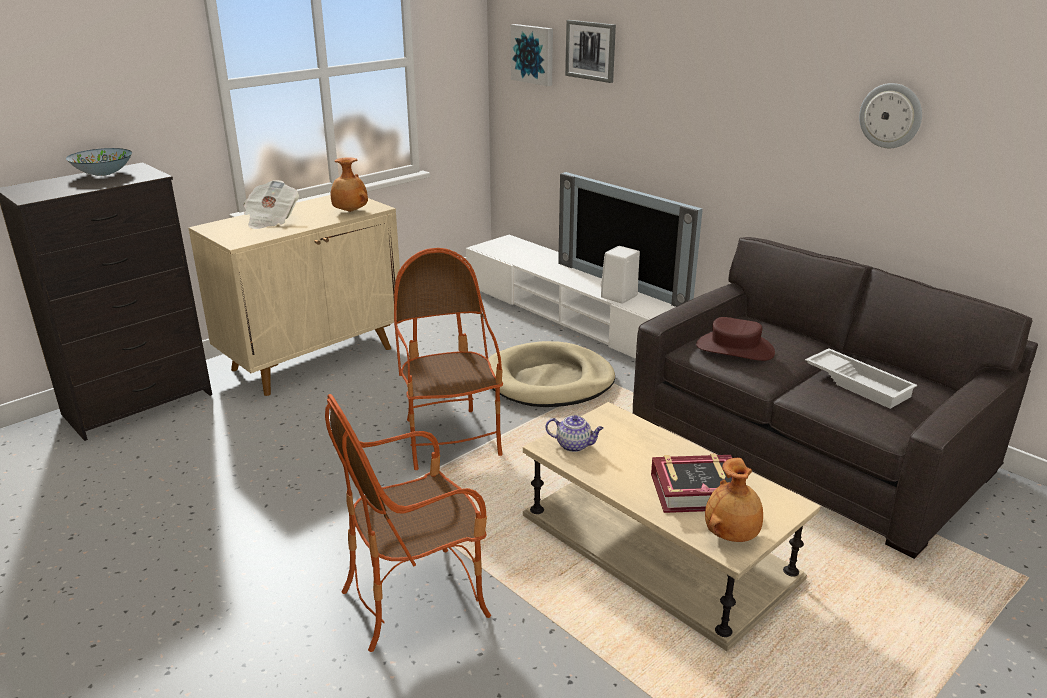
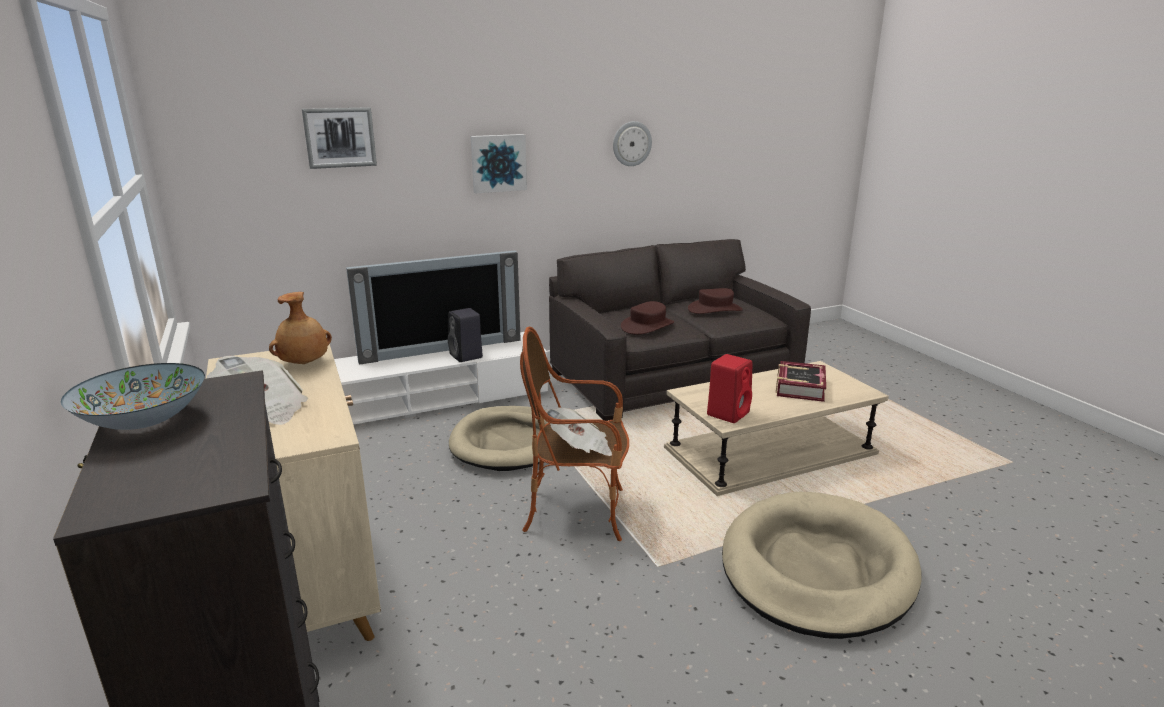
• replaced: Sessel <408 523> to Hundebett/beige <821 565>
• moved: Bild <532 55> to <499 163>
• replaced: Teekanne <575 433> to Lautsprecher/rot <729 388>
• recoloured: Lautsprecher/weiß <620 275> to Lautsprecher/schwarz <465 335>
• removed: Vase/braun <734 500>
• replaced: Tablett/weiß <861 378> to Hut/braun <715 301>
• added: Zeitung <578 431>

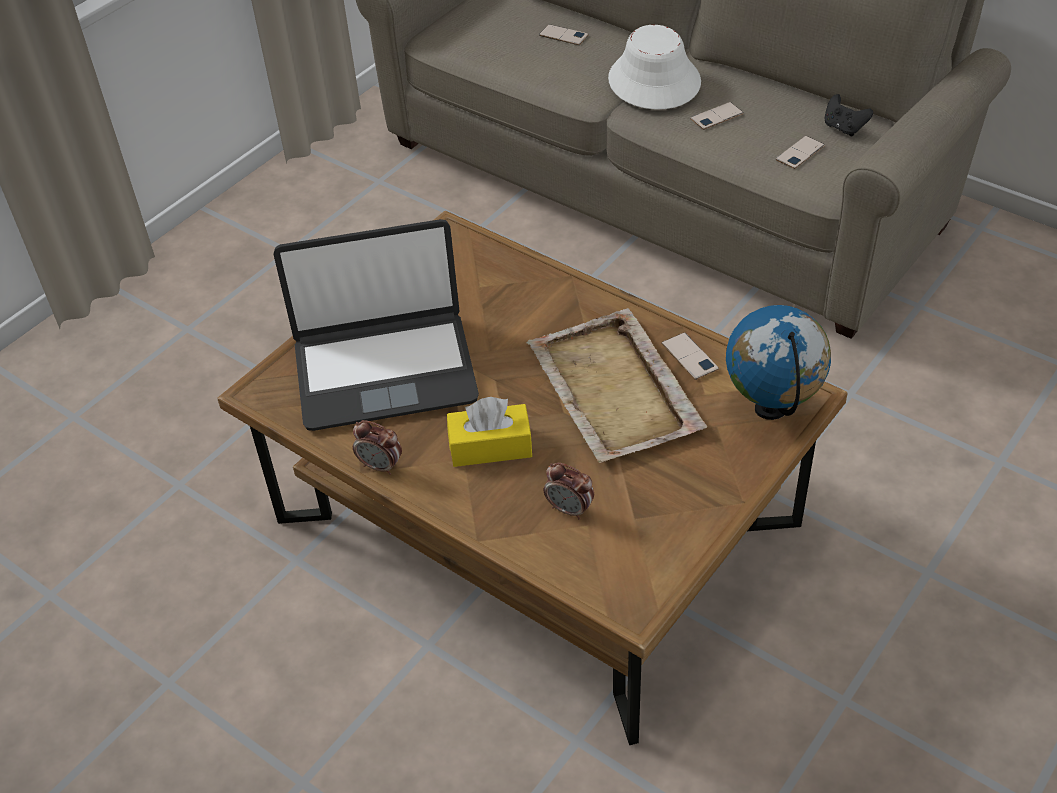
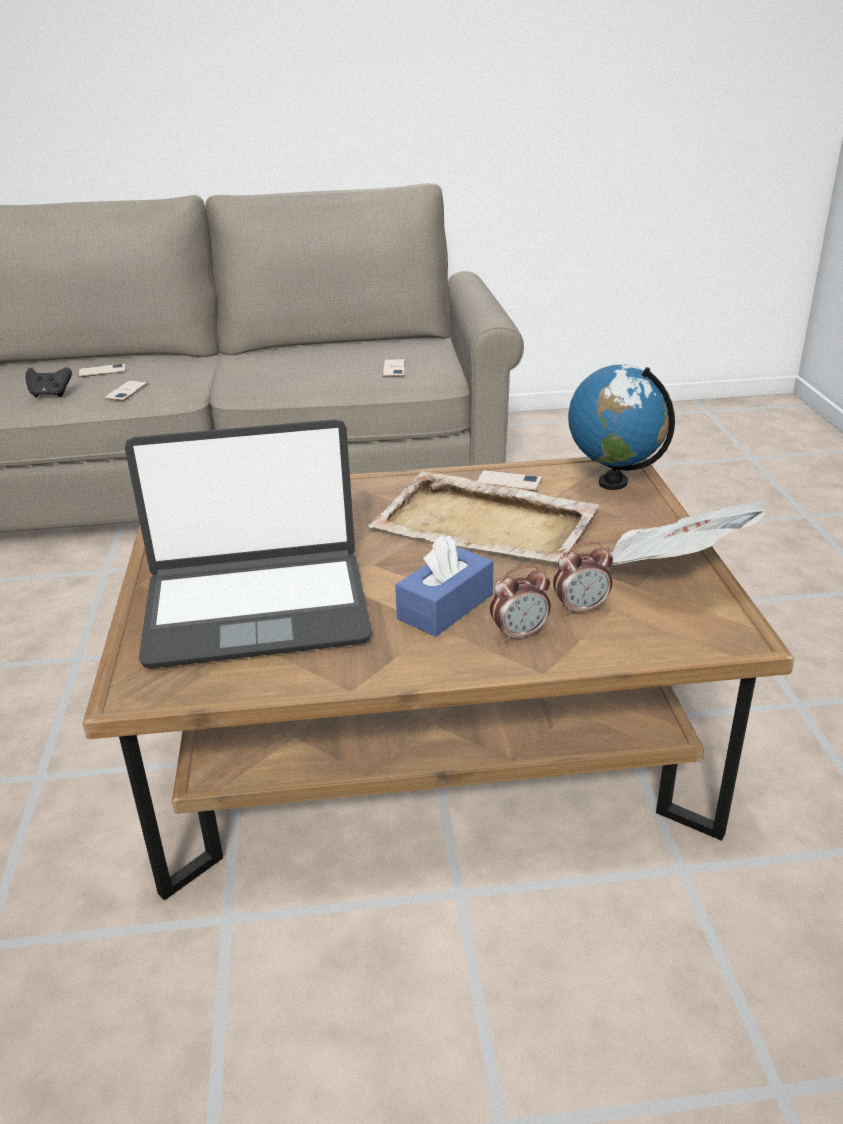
• turned: Laptop <376 325> = <248 544> 45 degrees clockwise
• moved: Wecker <377 447> to <520 604>
• recoloured: Taschentuchbox/gelb <489 432> to Taschentuchbox/blau <444 586>
• removed: Hut/weiß <654 67>
• moved: Handy <717 116> to <126 391>
• moved: Gamepad/schwarz <848 115> to <49 382>
• added: Zeitung <688 533>

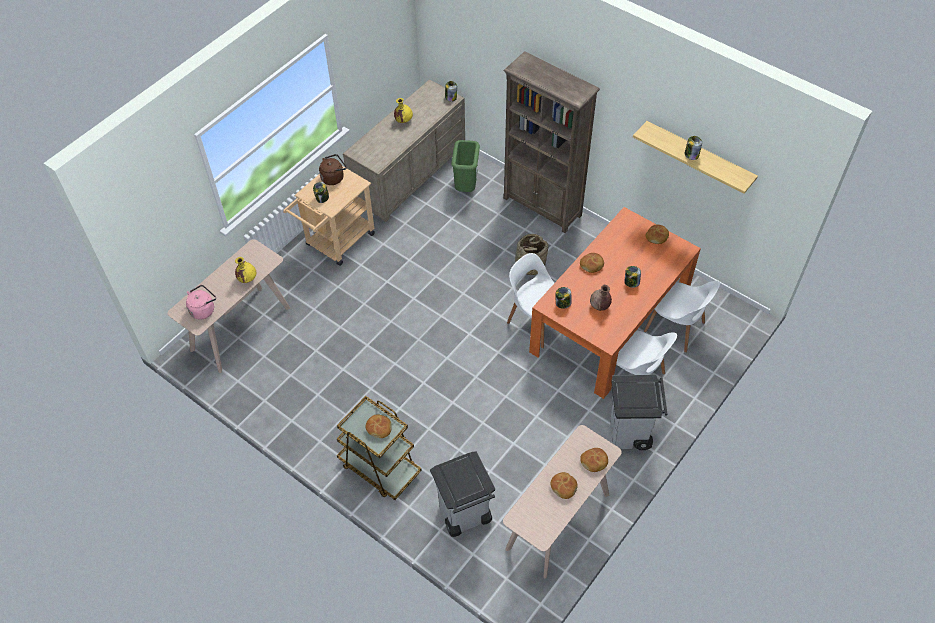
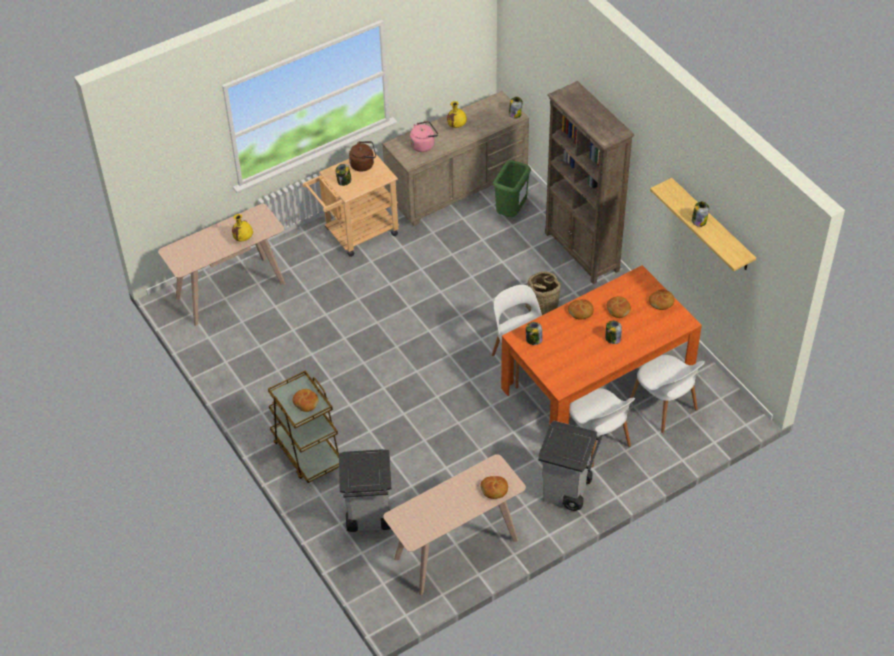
• moved: Wasserkessel/rosa <201 302> to <424 136>
• moved: Brot <564 485> to <619 307>
• removed: Vase/braun <601 298>

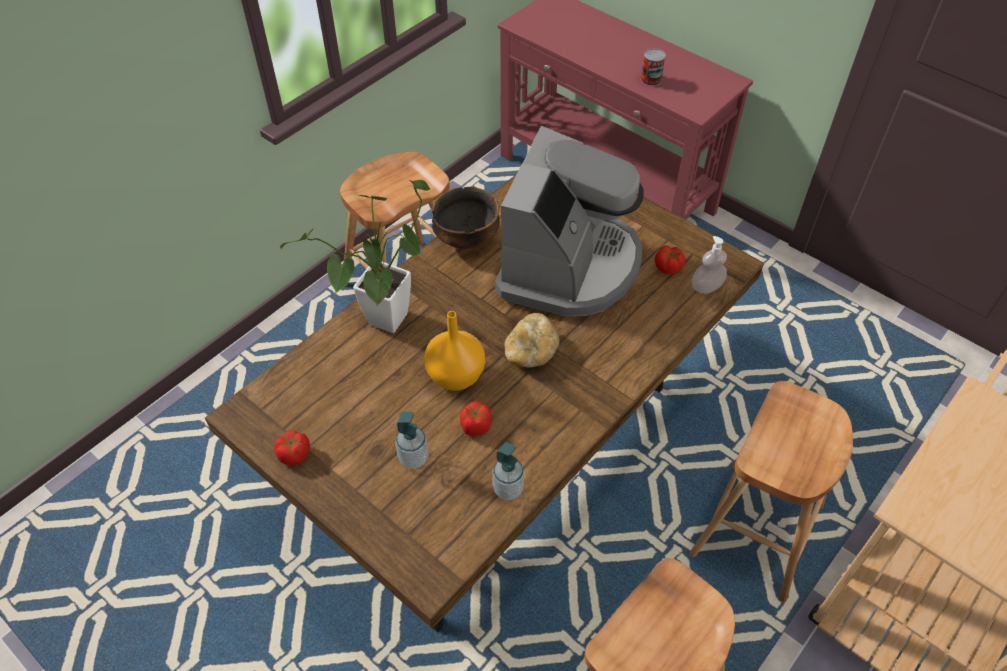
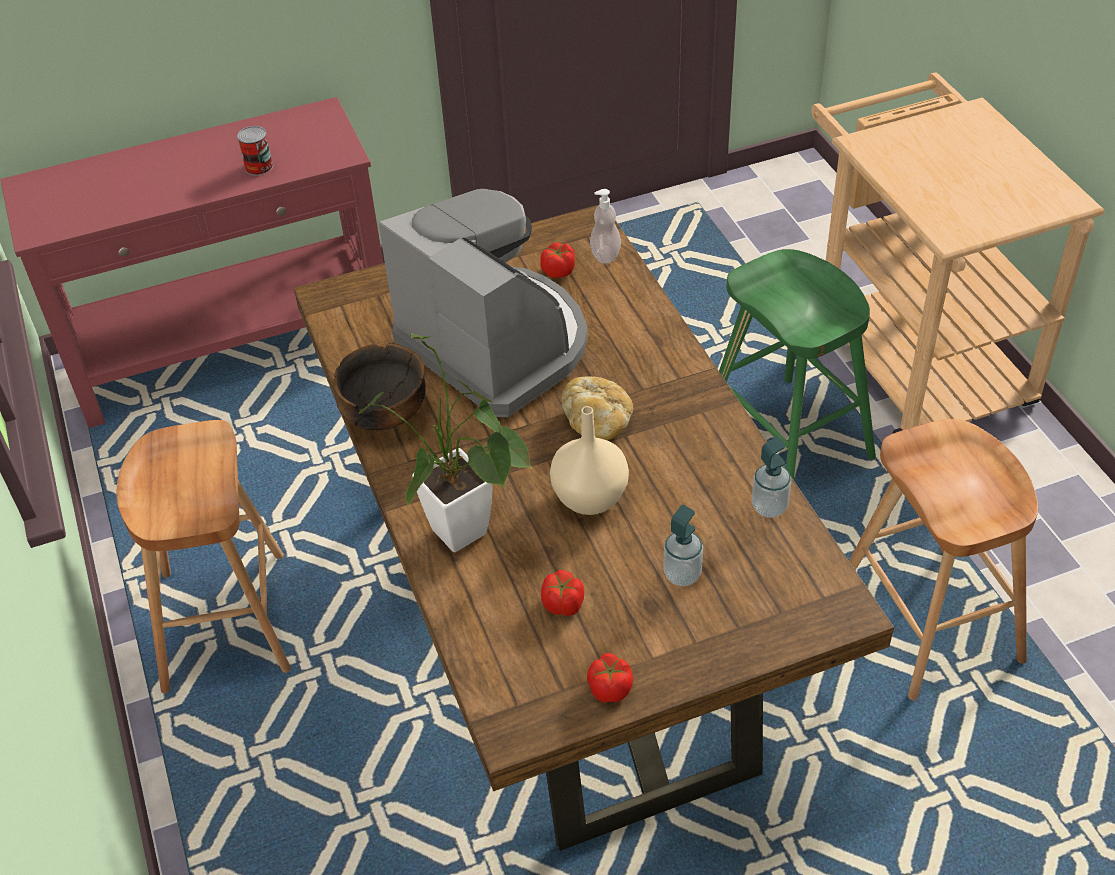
• recoloured: Vase/orange <454 351> to Vase/beige <589 460>
• moved: Tomate <476 418> to <562 593>
• recoloured: Hocker/braun <771 491> to Hocker/grün <797 364>

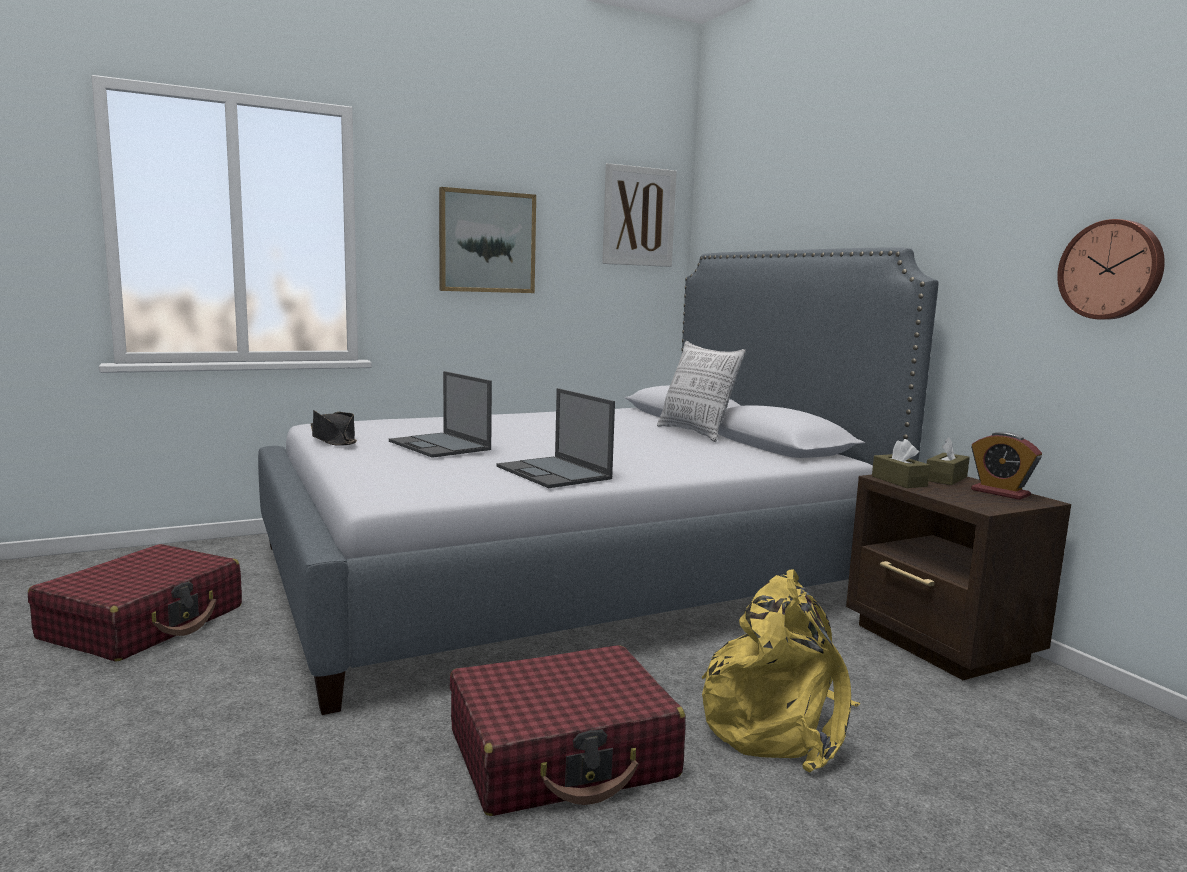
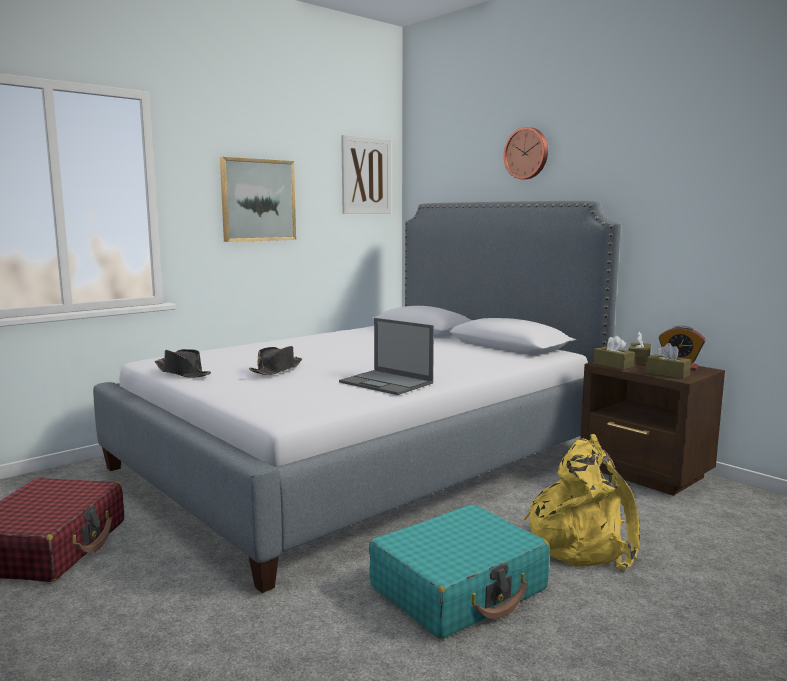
• replaced: Laptop <440 414> to Hut/schwarz <275 360>
• recoloured: Koffer/rot <568 730> to Koffer/türkis <459 572>
• removed: Kissen <701 391>
• moved: Wanduhr <1111 269> to <526 153>
• added: Taschentuchbox/braun <668 361>

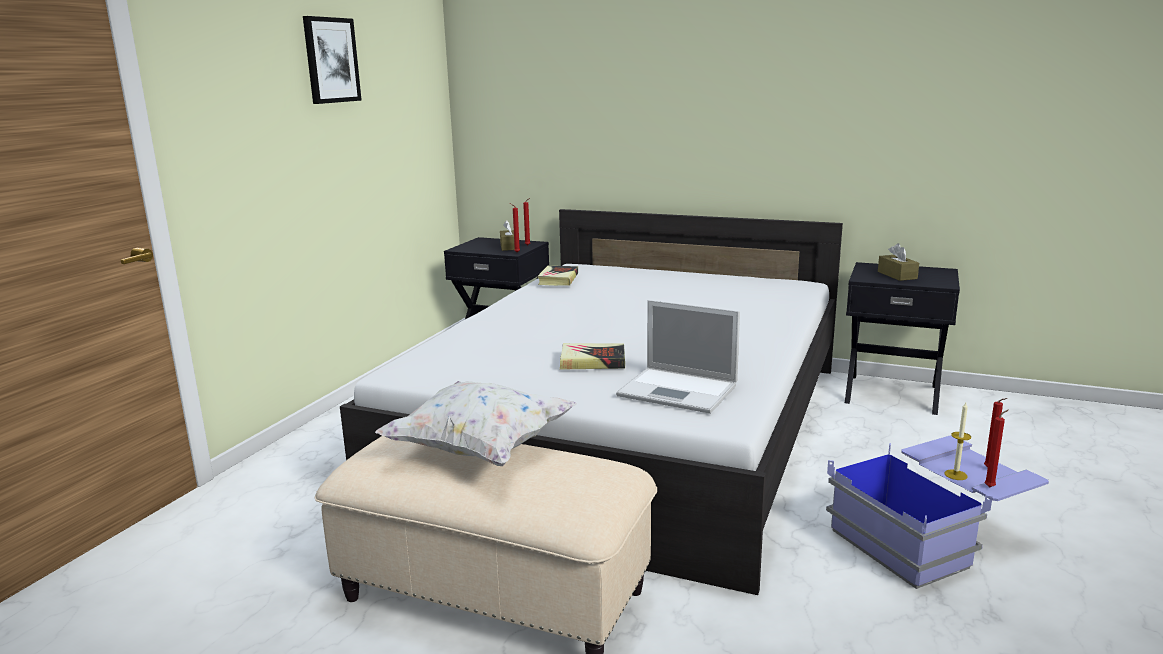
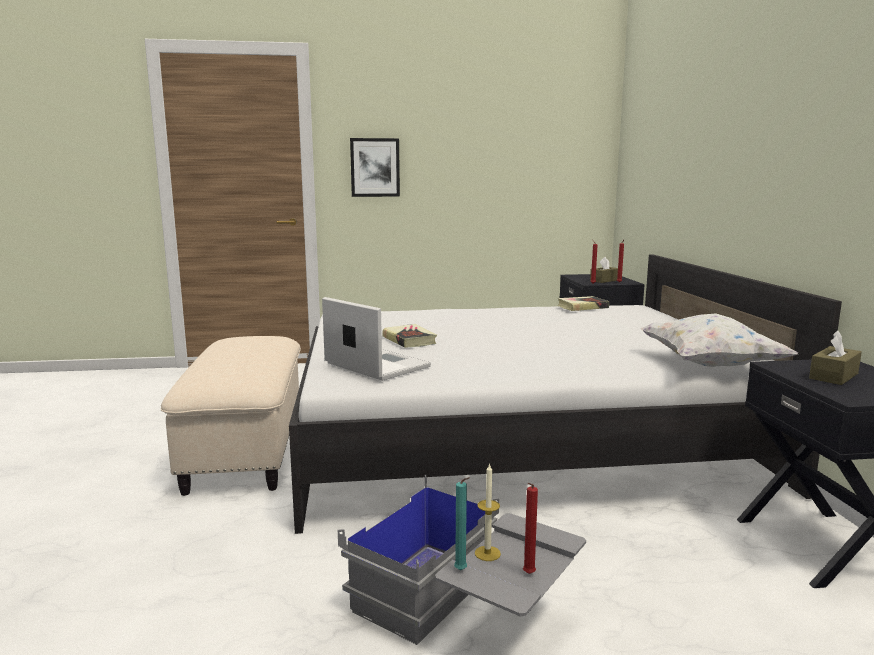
• moved: Bild <332 60> to <375 167>
• moved: Kissen/weiß <475 423> to <719 340>
• turned: Laptop <678 357> = <376 339> 135 degrees clockwise
• recoloured: Aufbewahrungsbox/blau <937 512> to Aufbewahrungsbox/grau <462 560>
• recoloured: Kerze/rot <996 448> to Kerze/türkis <462 523>

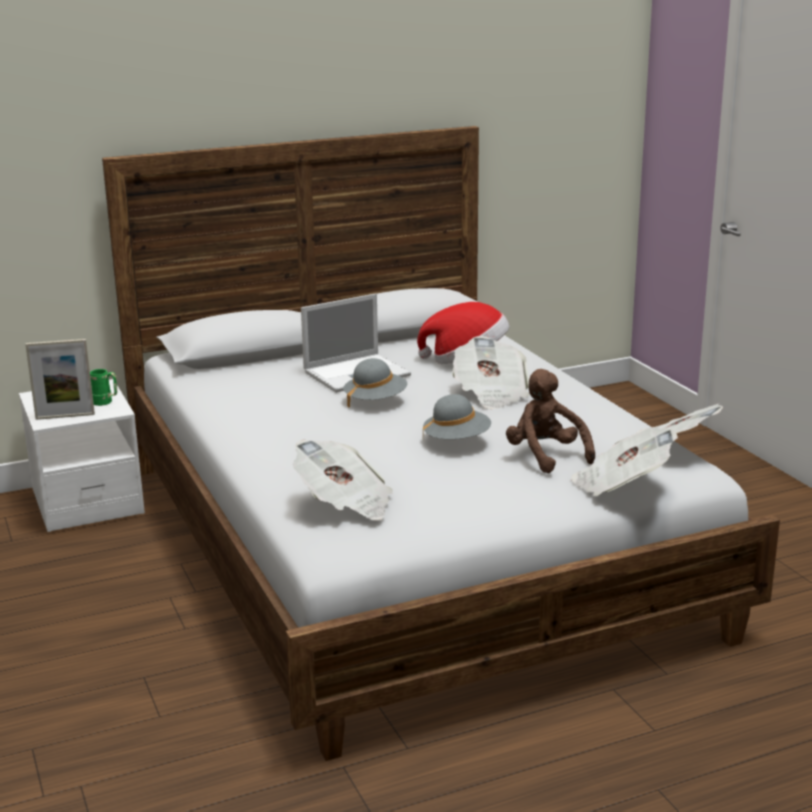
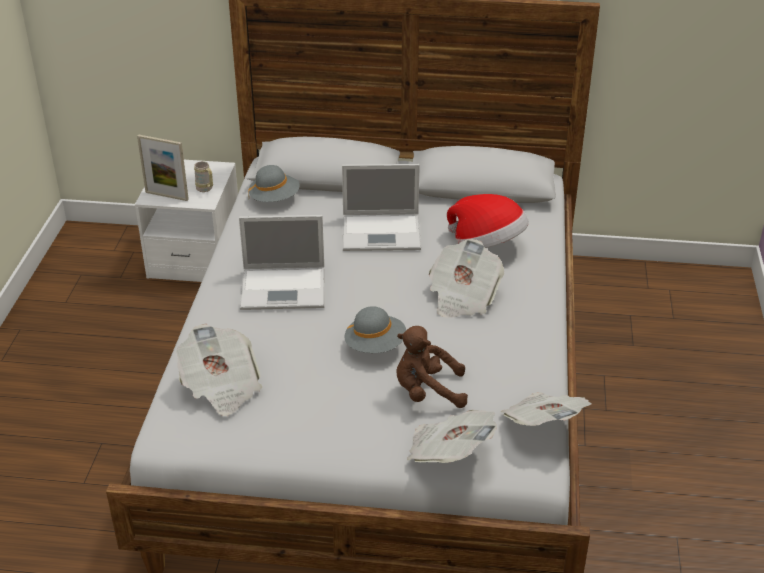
• recoloured: Henkelbecher/grün <103 387> to Henkelbecher/beige <203 176>
• moved: Hut/grau <375 383> to <274 183>
• turned: Plüschtier/braun <550 421> = <432 367> 90 degrees counterclockwise
• added: Laptop <281 262>

